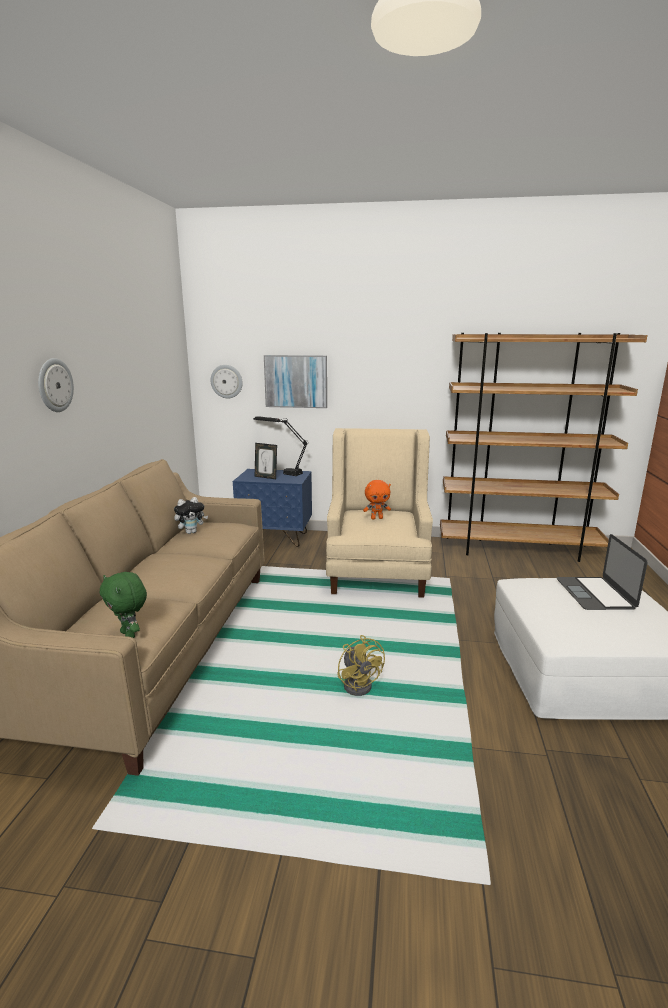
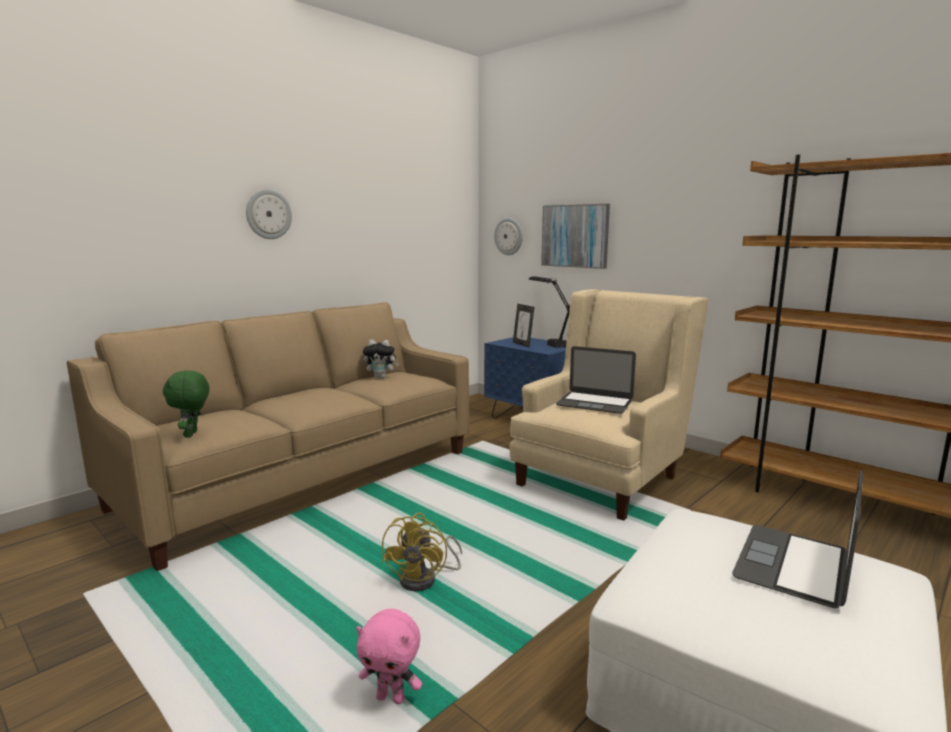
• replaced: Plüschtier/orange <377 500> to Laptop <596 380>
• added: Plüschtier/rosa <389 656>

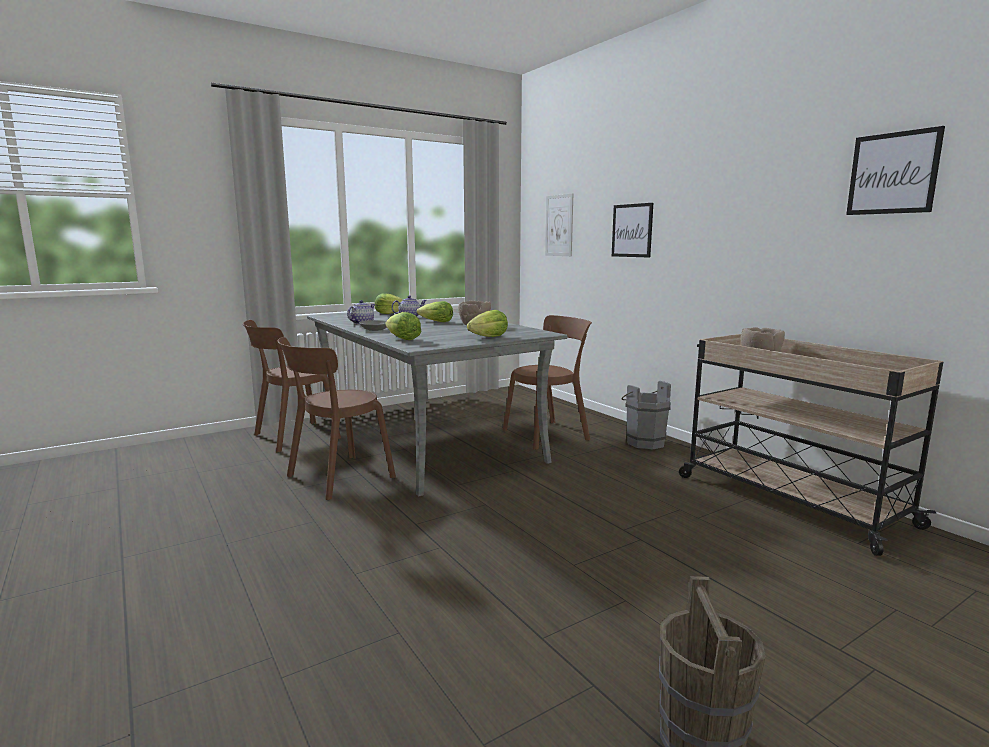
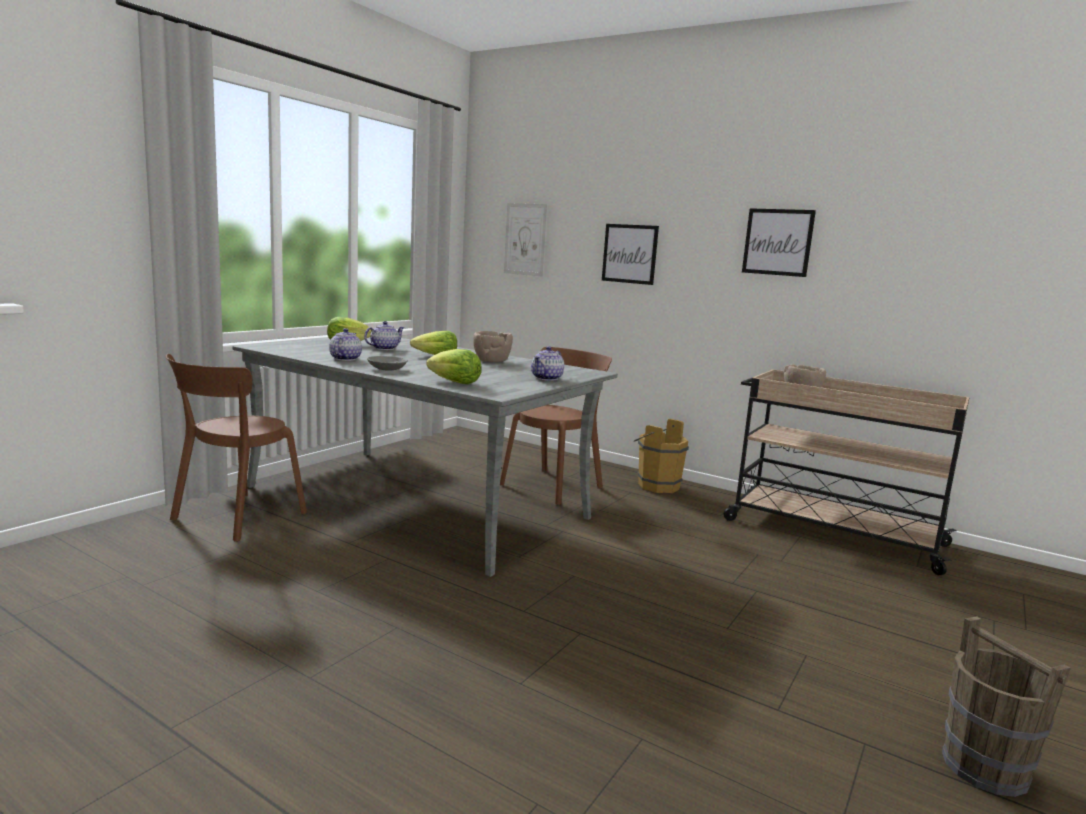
• removed: Stuhl/braun <337 418>
• replaced: Salatkopf <487 323> to Teekanne <547 363>
• recoloured: Eimer/grau <646 415> to Eimer/braun <661 456>
• moved: Bild <895 170> to <779 242>

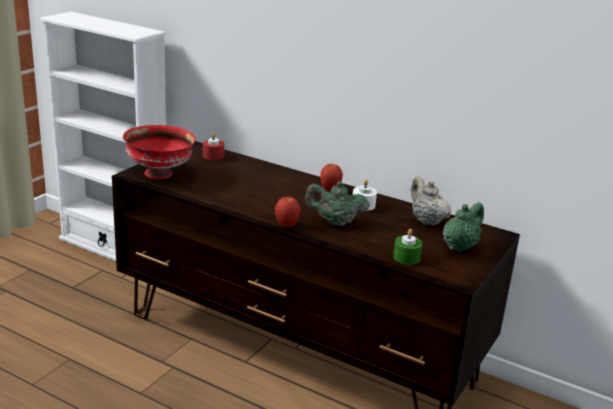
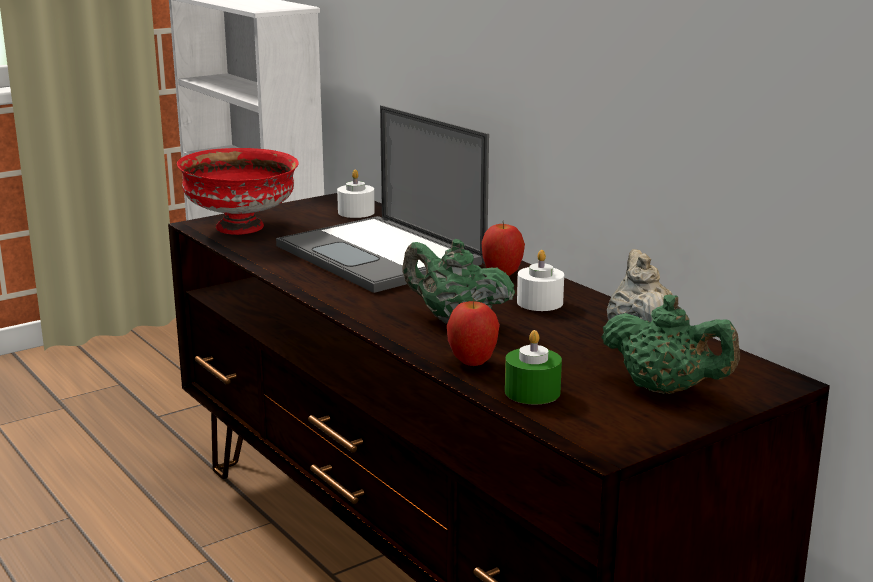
• recoloured: Kerze/rot <213 146> to Kerze/weiß <356 193>
• moved: Apfel <288 212> to <473 332>
• turned: Teekanne/grün <463 227> = <670 344> 60 degrees clockwise
• added: Laptop <382 199>

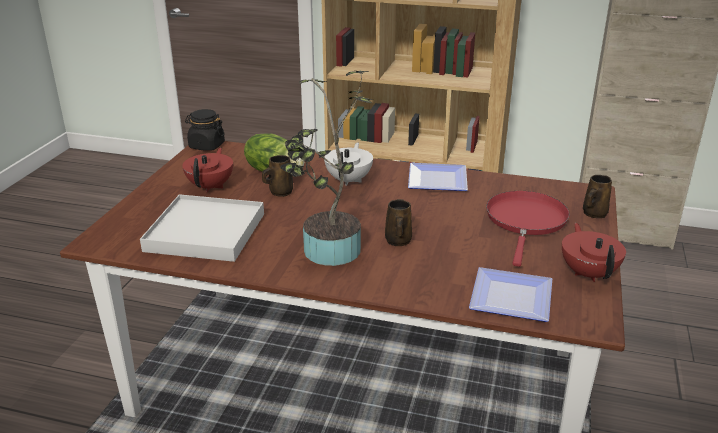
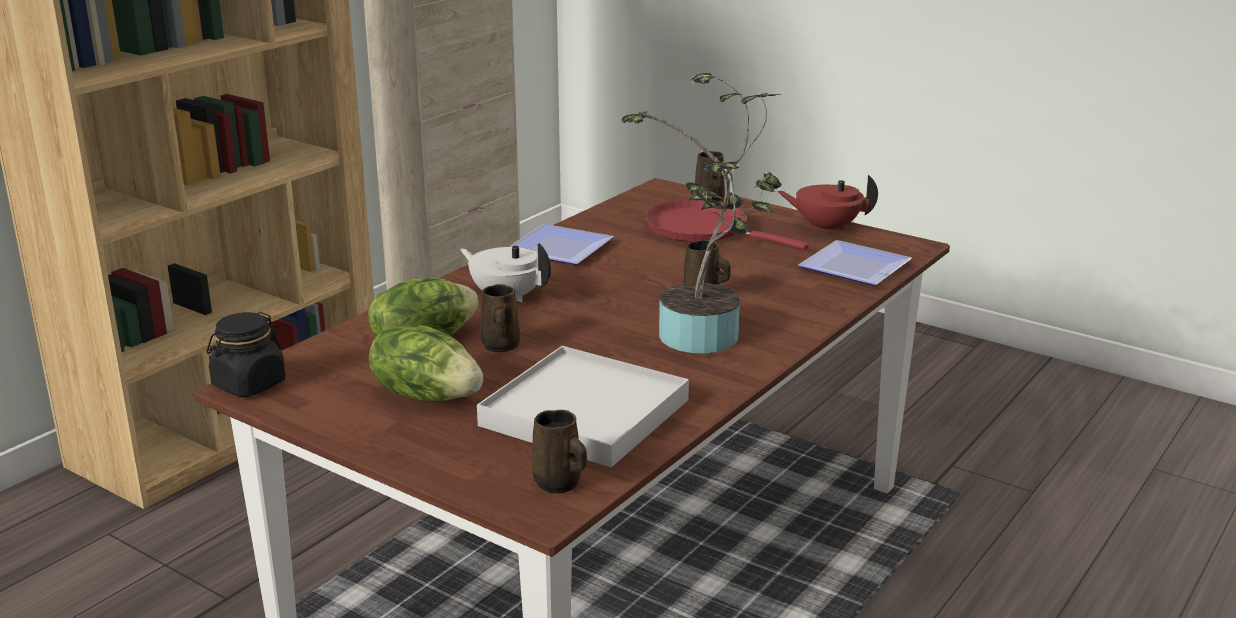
• replaced: Teekanne/rot <207 170> to Salatkopf <426 363>
• added: Henkelbecher/braun <559 451>

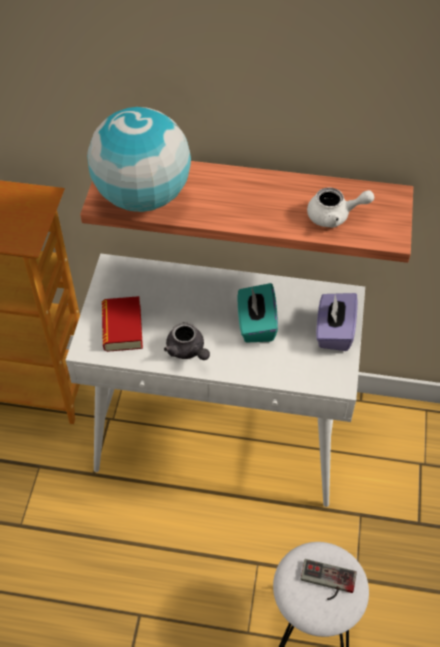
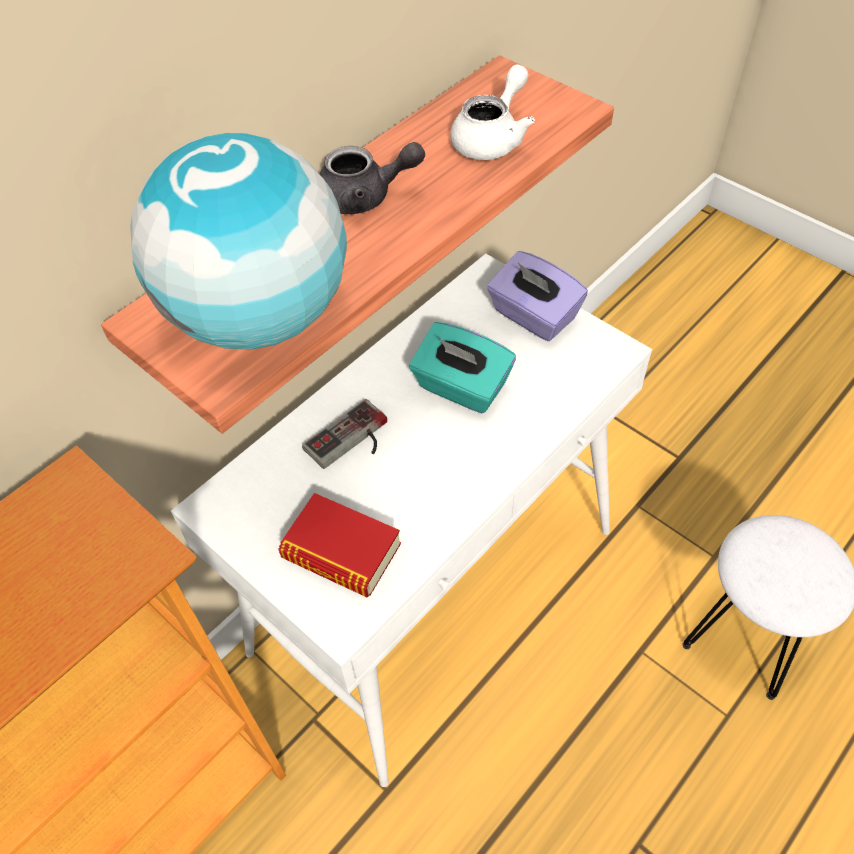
• moved: Teekanne/grau <187 341> to <372 178>
• moved: Gamepad <329 579> to <344 434>

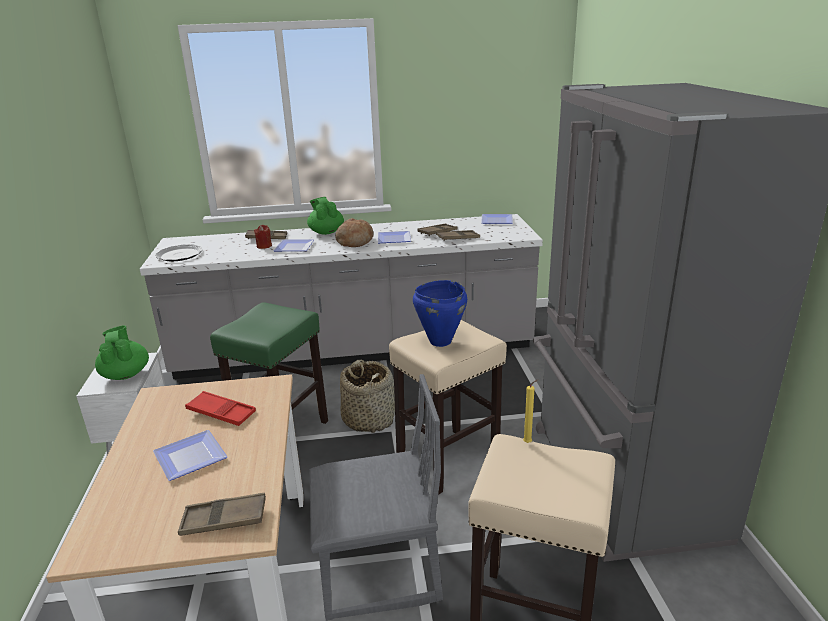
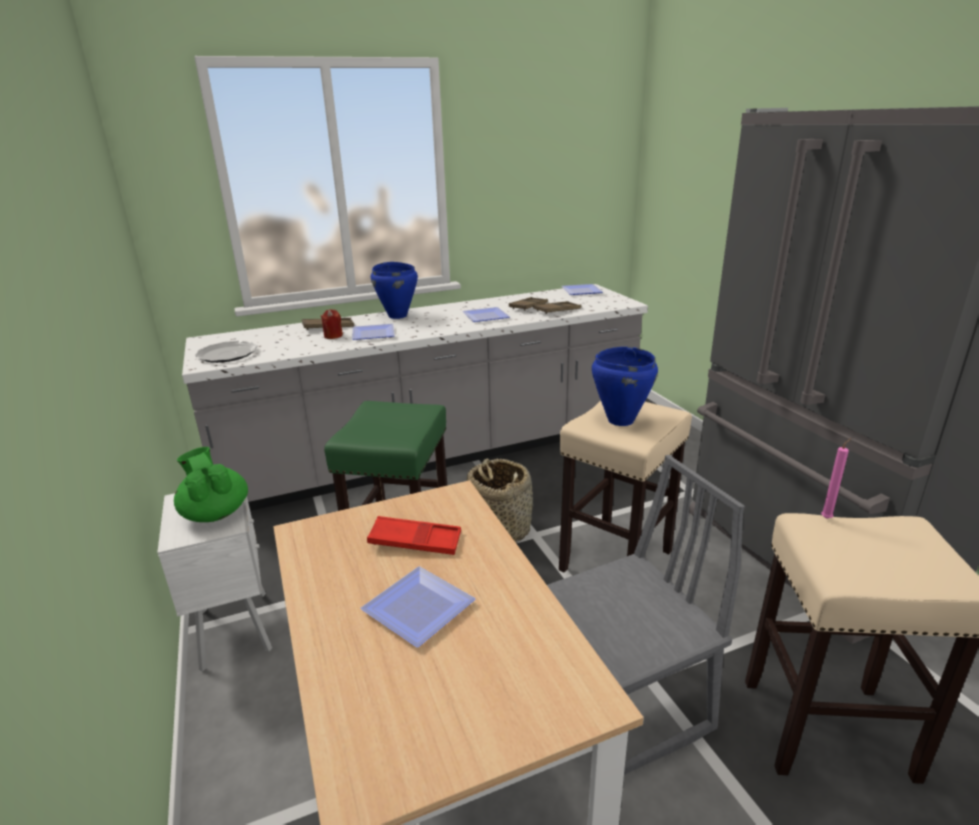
• removed: Tablett/braun <222 514>
• replaced: Teekanne/grün <325 216> to Kochtopf/blau <394 290>
• removed: Brot <354 232>
• recoloured: Kerze/gelb <530 411> to Kerze/rosa <836 478>

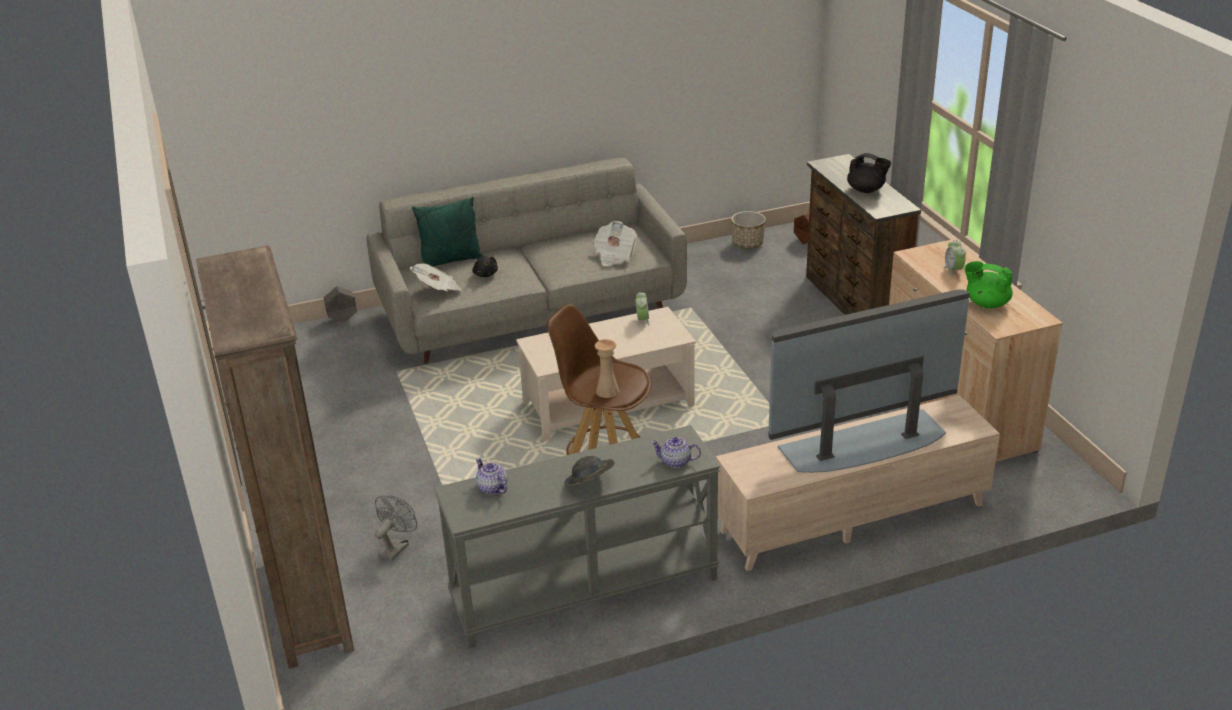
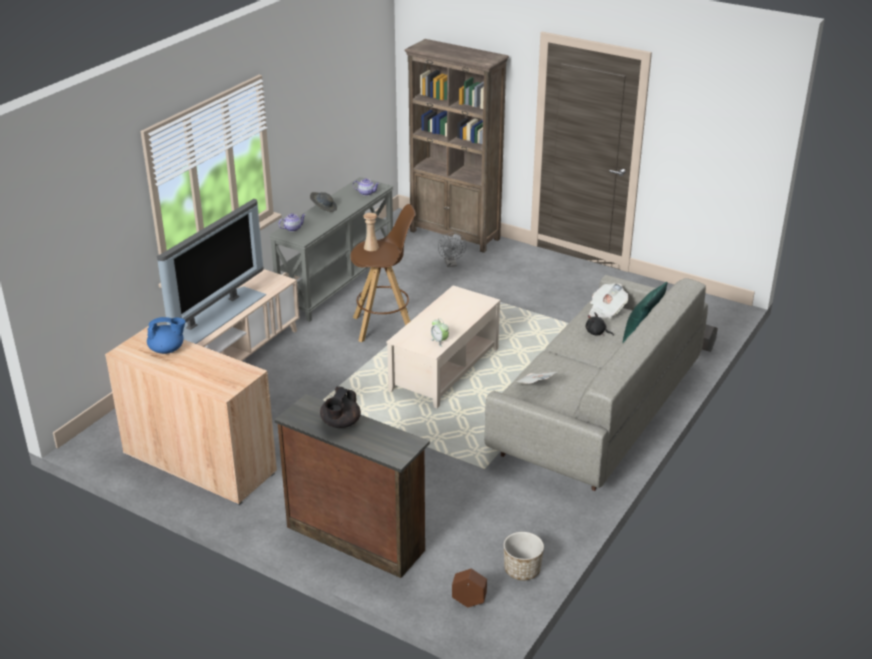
• turned: Teekanne/schwarz <869 173> = <340 407> 60 degrees counterclockwise
• removed: Wecker <954 258>
• recoloured: Teekanne/grün <988 285> to Teekanne/blau <166 335>

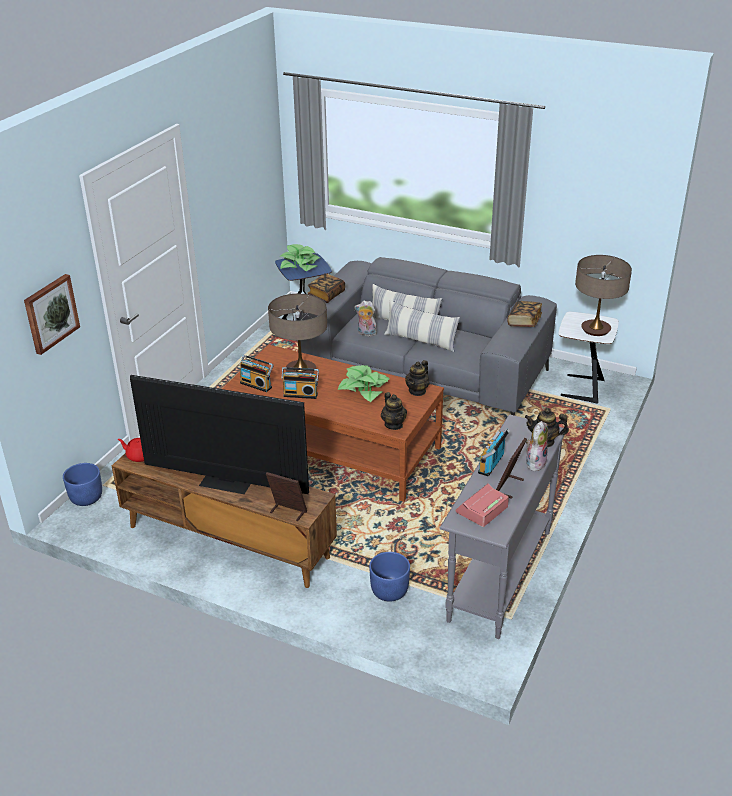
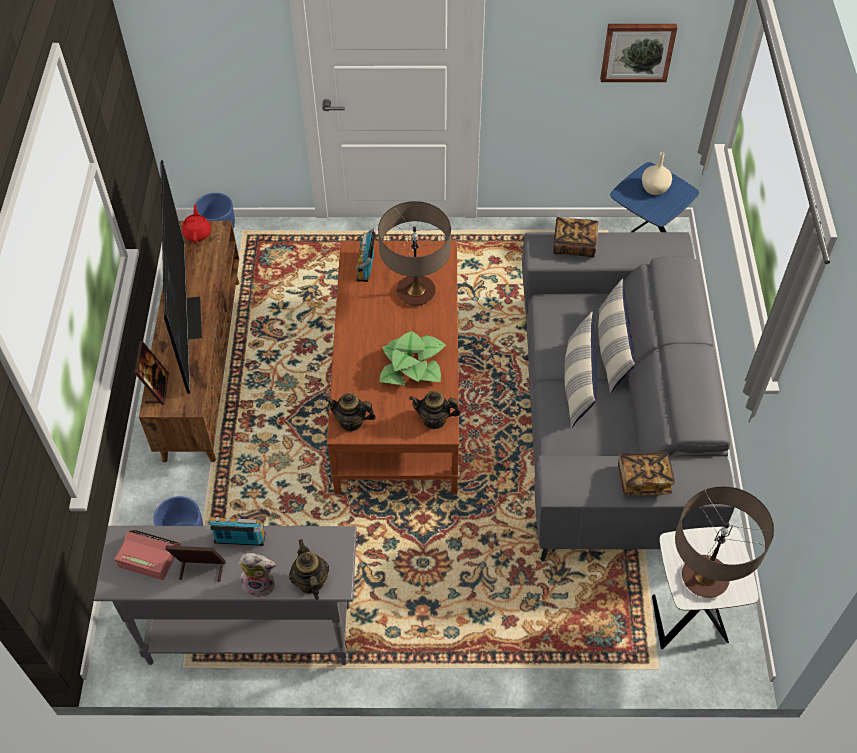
• moved: Bild <52 314> to <638 53>
• replaced: Topfpflanze <300 257> to Vase/beige <657 173>
• removed: Radio <300 383>
• removed: Plüschtier <365 318>
• turned: Teekanne <394 411> = <350 412> 60 degrees clockwise

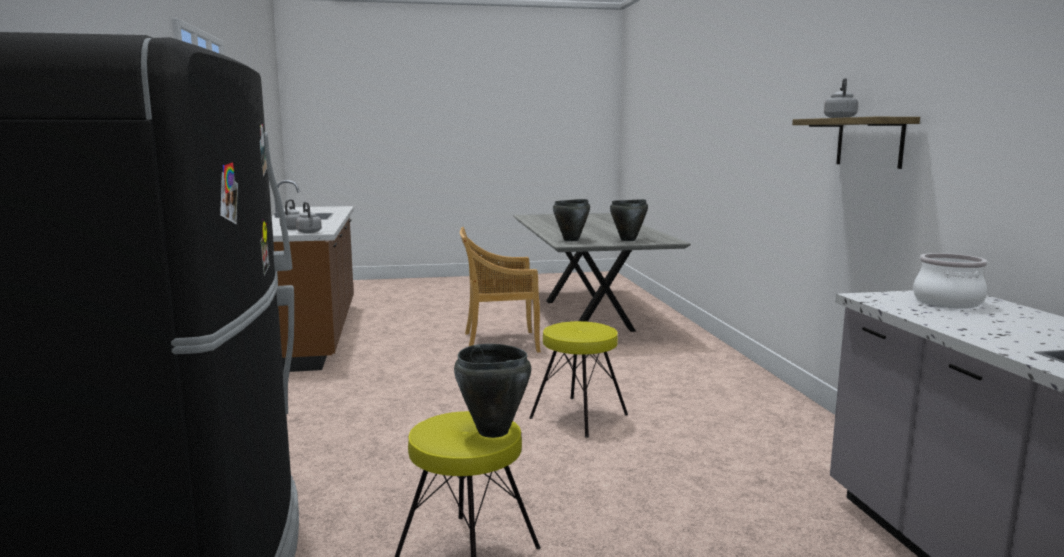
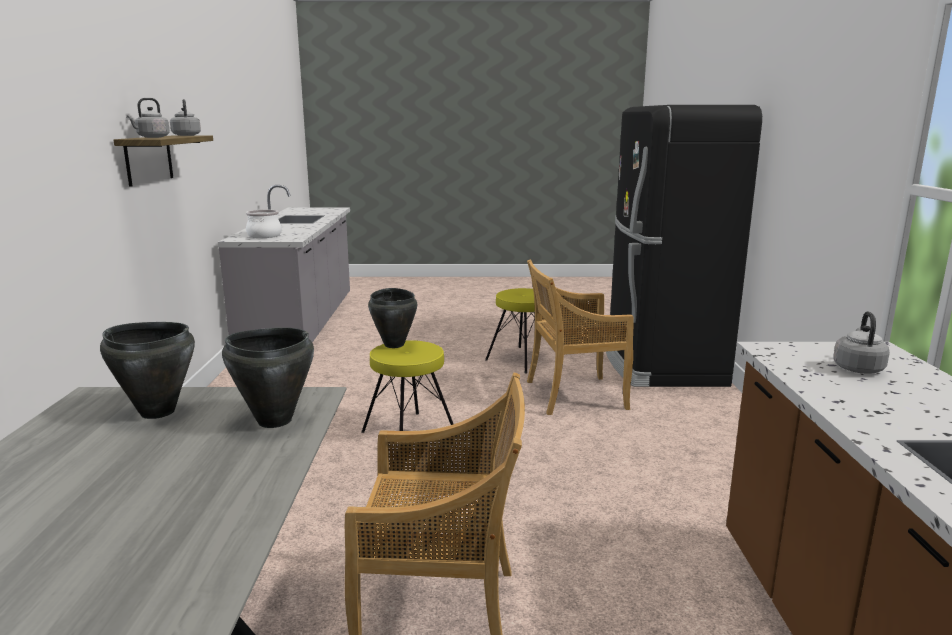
• moved: Wasserkessel/grau <309 217> to <185 117>
• moved: Kochtopf/schwarz <492 391> to <392 318>
• added: Stuhl/beige <580 337>

